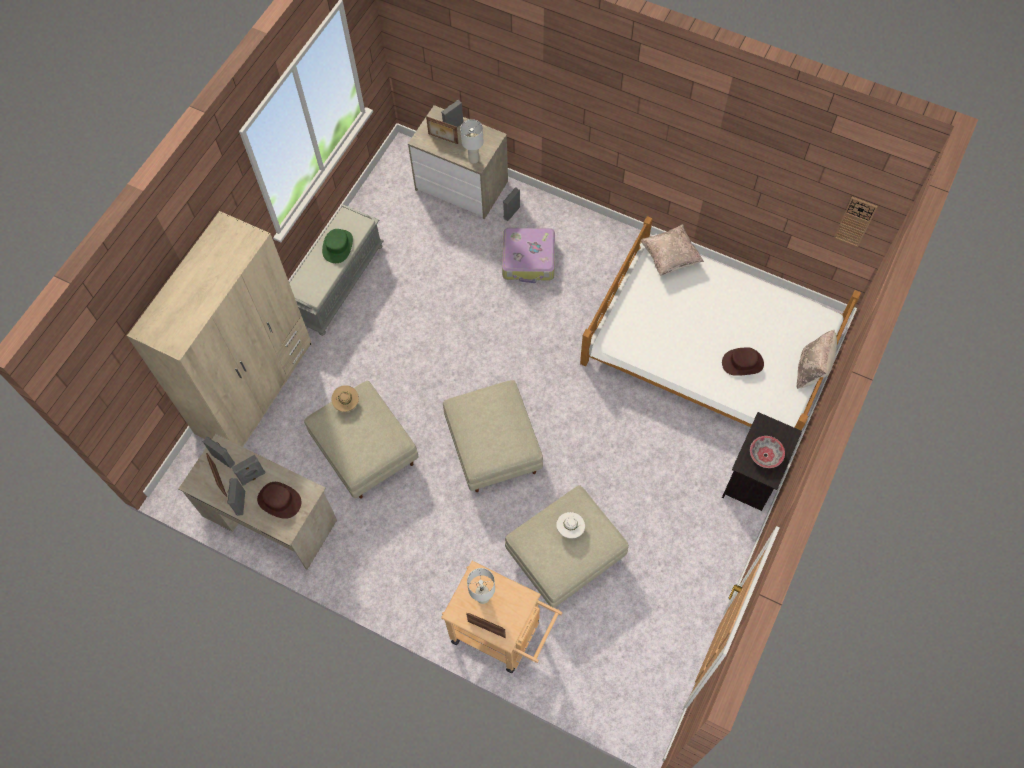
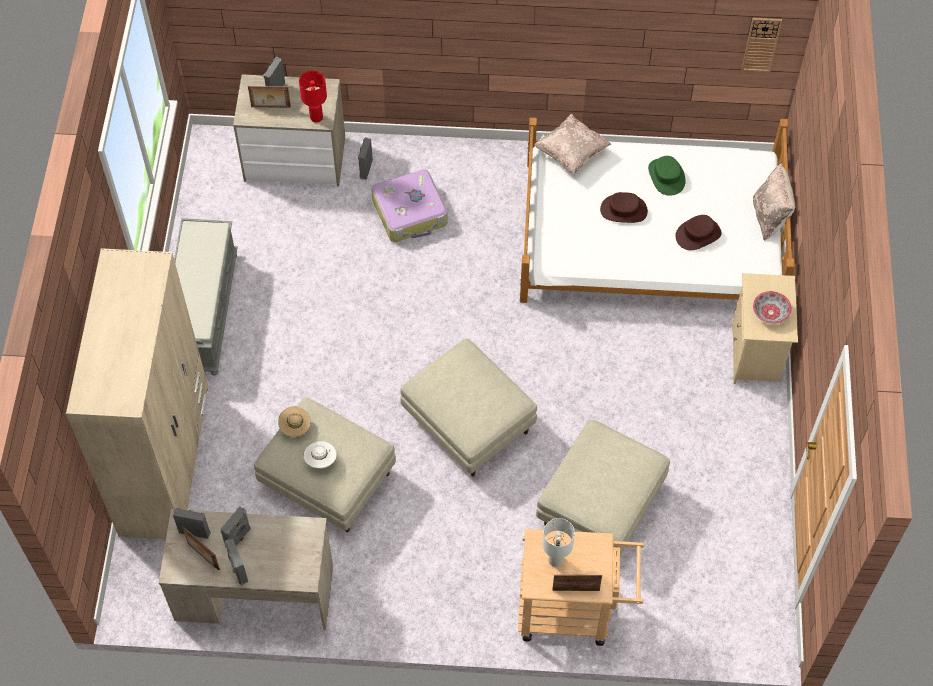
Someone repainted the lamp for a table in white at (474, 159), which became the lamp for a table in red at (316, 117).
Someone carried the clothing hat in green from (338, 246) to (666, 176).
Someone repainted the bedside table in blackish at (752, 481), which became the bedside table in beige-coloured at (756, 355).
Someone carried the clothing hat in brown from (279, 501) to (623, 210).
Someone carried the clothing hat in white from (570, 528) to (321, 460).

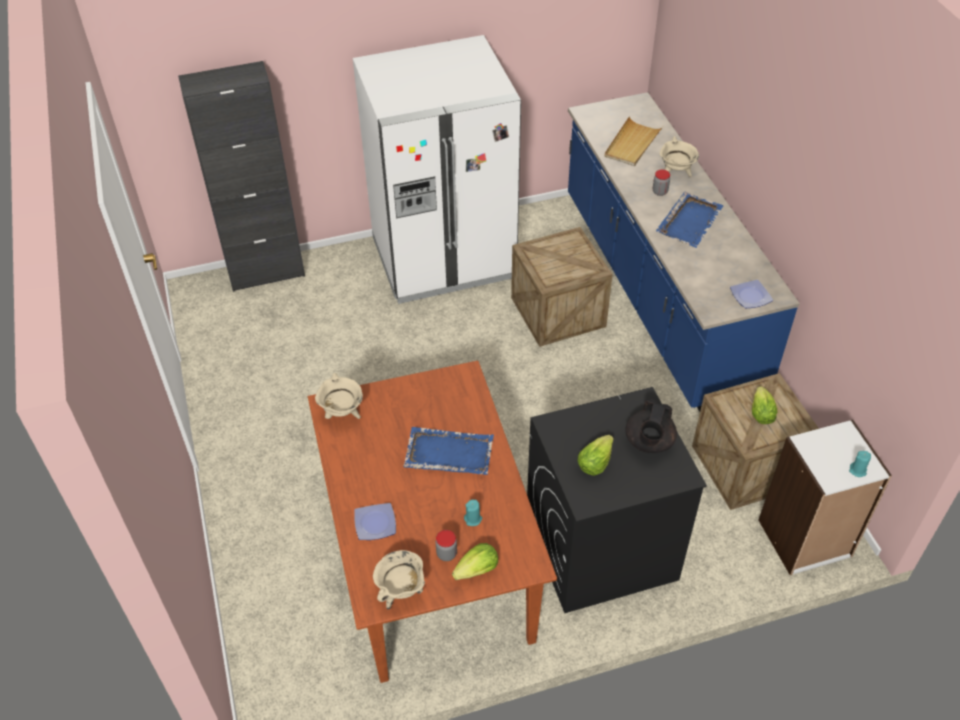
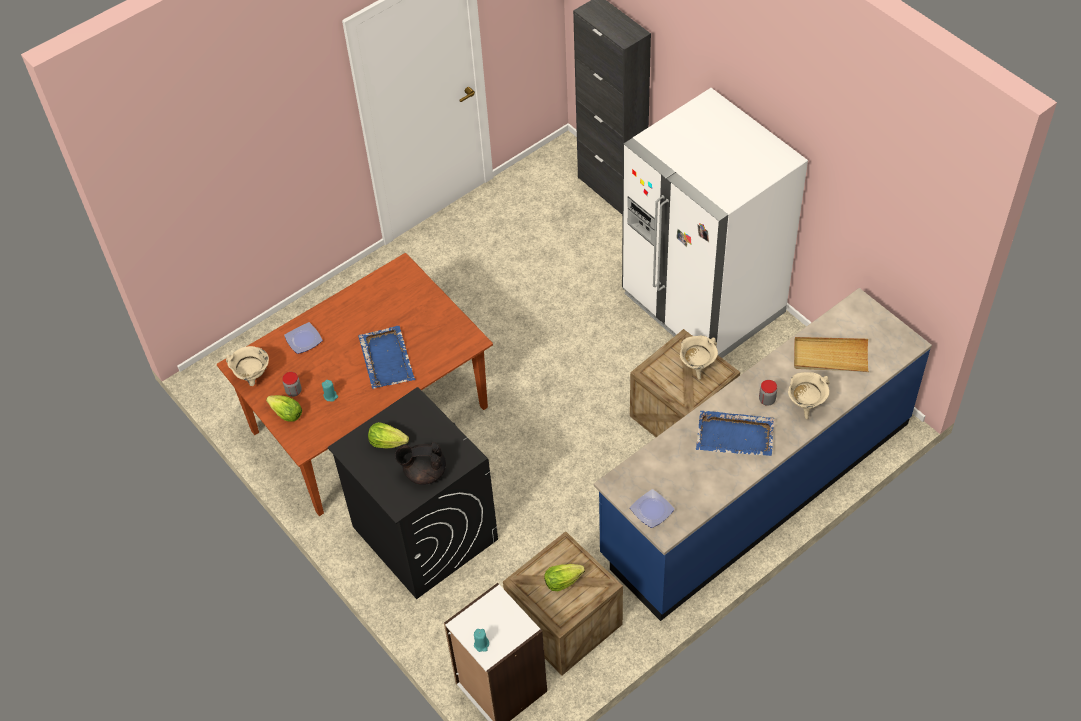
Someone carried the cooking pot in beige-coloured from (342, 413) to (697, 366).

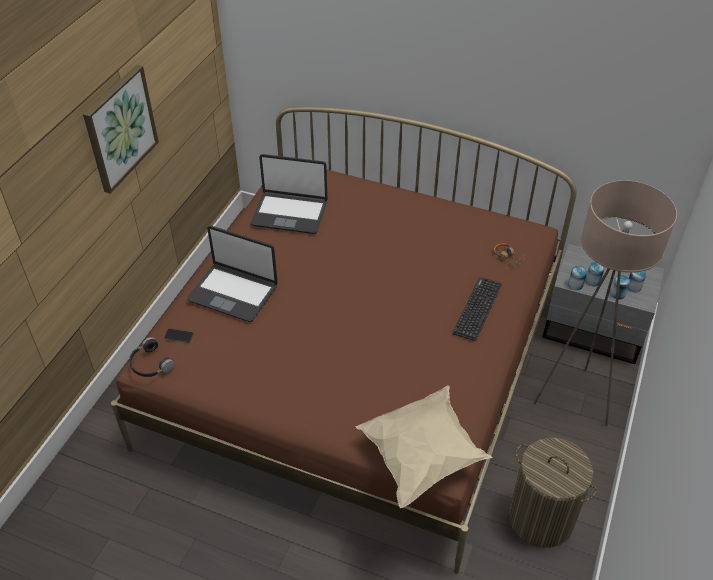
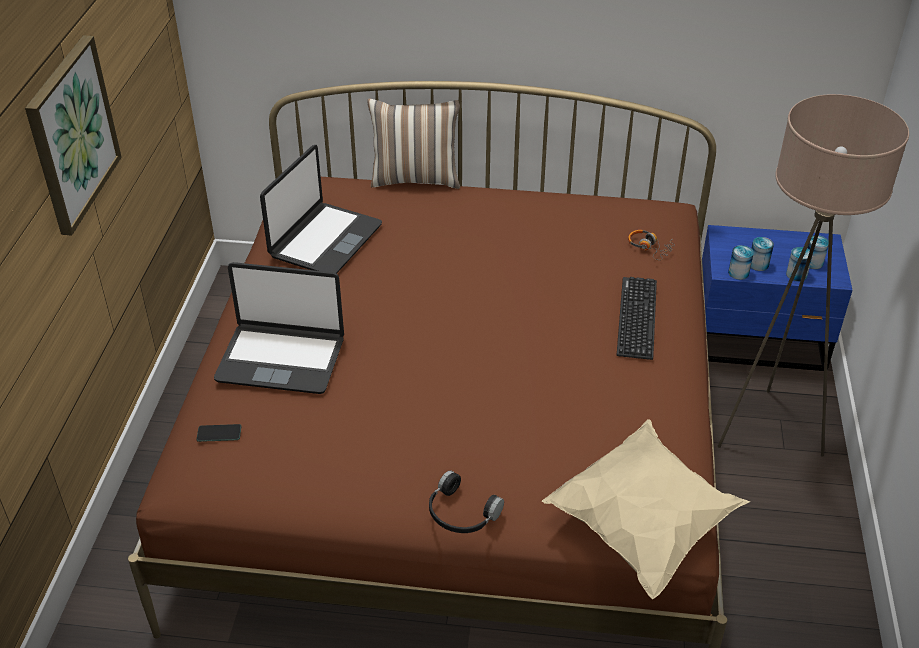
Someone rotated the notebook computer at (290, 213) by 60 degrees counterclockwise.
Someone repainted the bedside table in greyish at (594, 331), which became the bedside table in blue-coloured at (760, 340).
Someone carried the headset in blackish from (150, 364) to (460, 514).
Someone took away the laundry basket at (540, 518).
Someone put down the throw pillow at (415, 178).

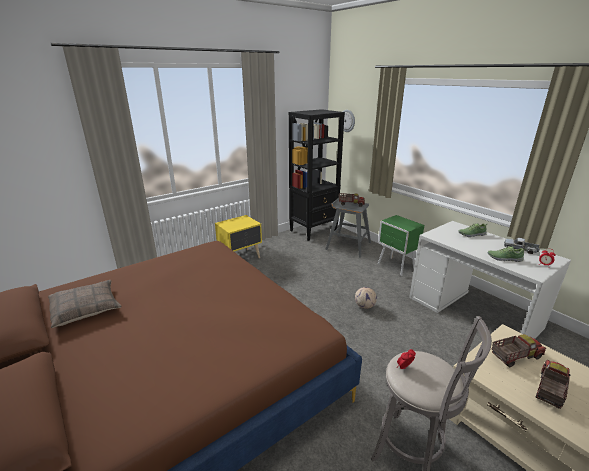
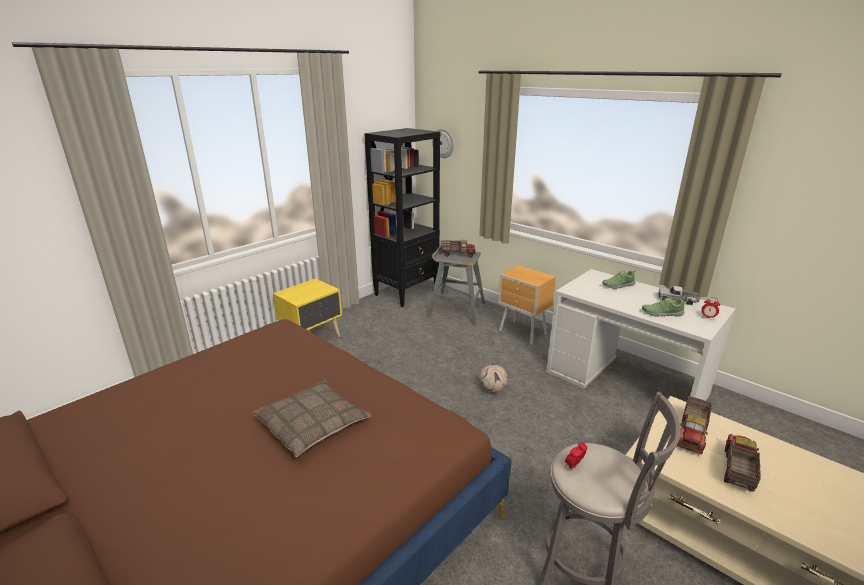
Someone repainted the bedside table in green at (396, 267), which became the bedside table in brown at (523, 333).
Someone carried the throw pillow from (86, 308) to (313, 424).
Someone rotated the model truck at (514, 356) by 150 degrees clockwise.

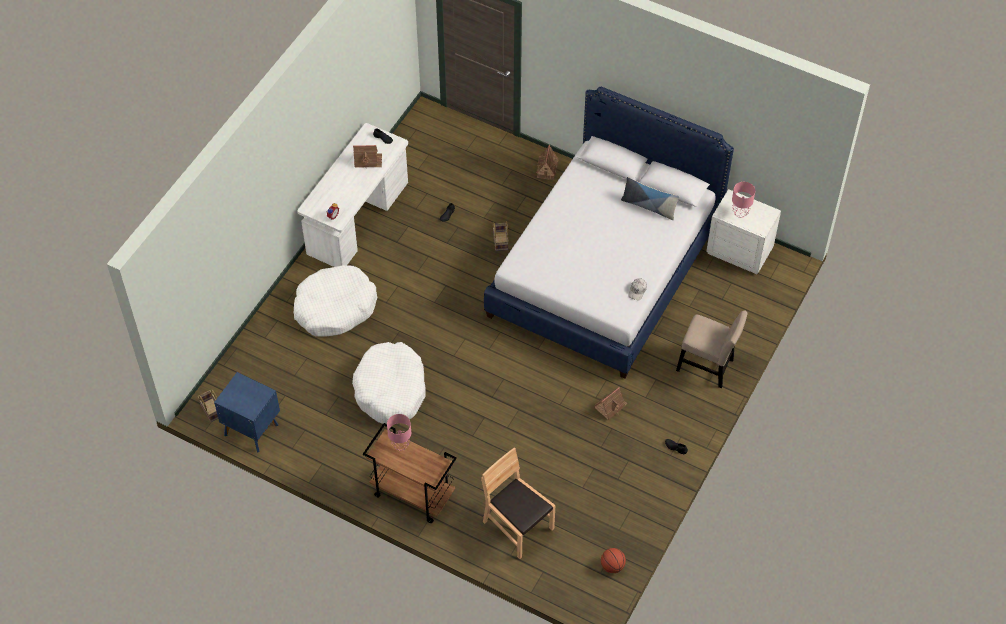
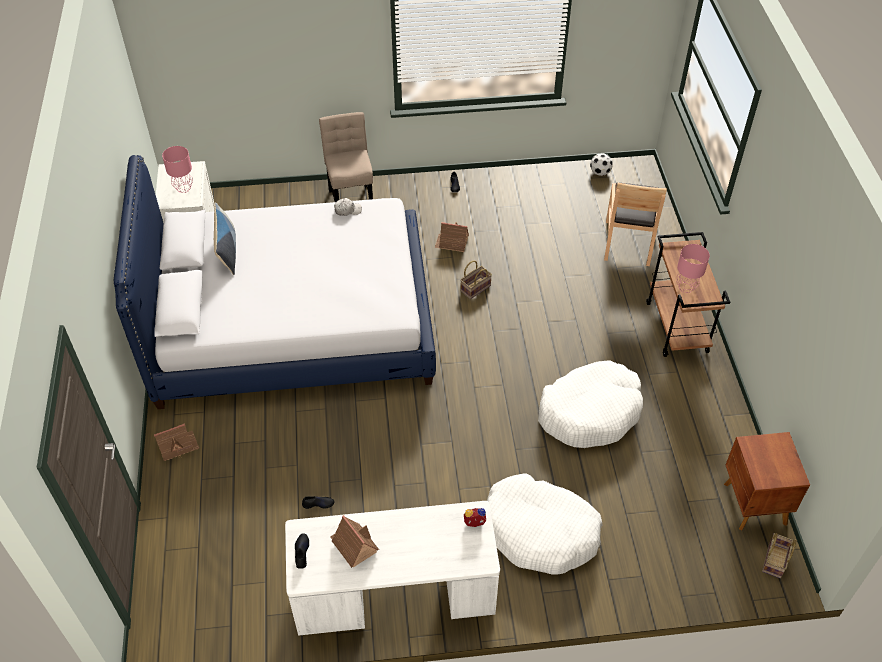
Someone carried the basket from (501, 241) to (475, 287).
Someone repainted the bedside table in blue-coloured at (251, 429), which became the bedside table in brown at (754, 504).
Someone swapped the basketball ball at (612, 566) for the ball for football at (600, 172).

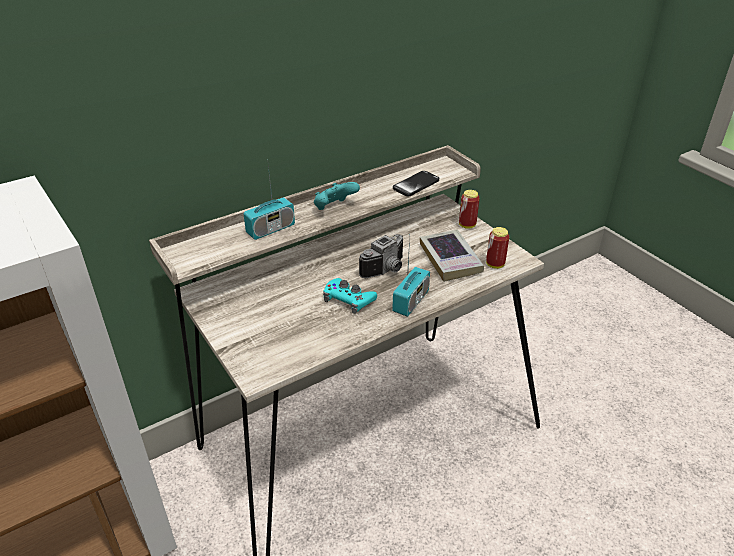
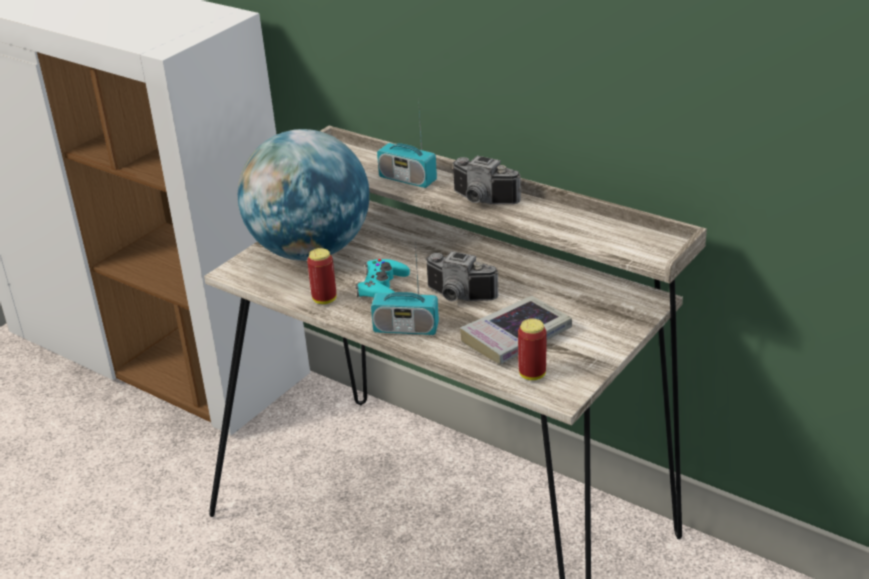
Someone took away the handset at (416, 184).
Someone swapped the gamepad in turquoise-coloured at (334, 208) for the photo camera at (481, 201).
Someone carried the metal can from (467, 225) to (324, 299).
Someone put down the desk globe at (310, 251).

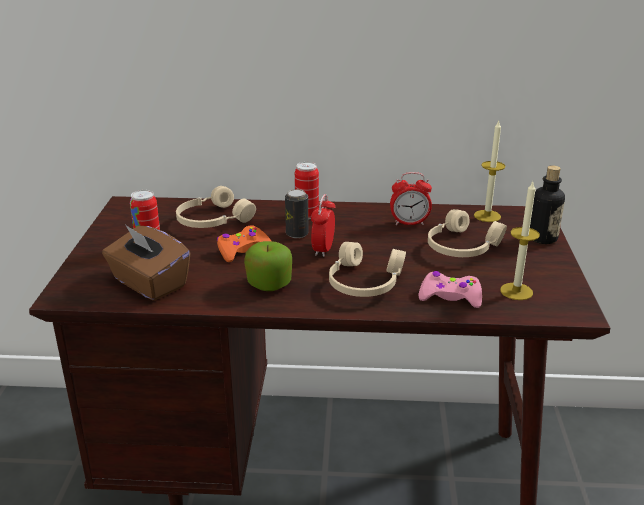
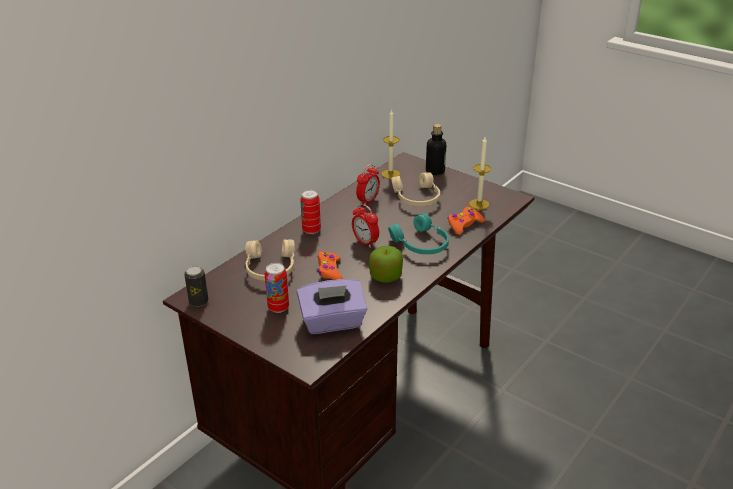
Someone carried the metal can from (297, 234) to (198, 301).
Someone repainted the tissue box in brown at (149, 283), which became the tissue box in purple at (332, 322).
Someone repainted the headset in beige-coloured at (363, 283), which became the headset in turquoise-coloured at (420, 244).
Someone repainted the gamepad in pinkish at (450, 297), which became the gamepad in orange-coloured at (464, 225).

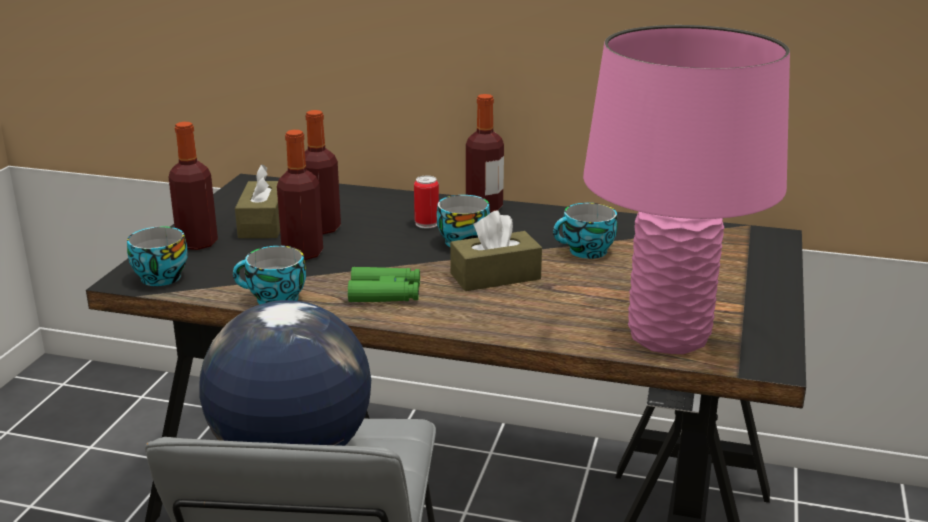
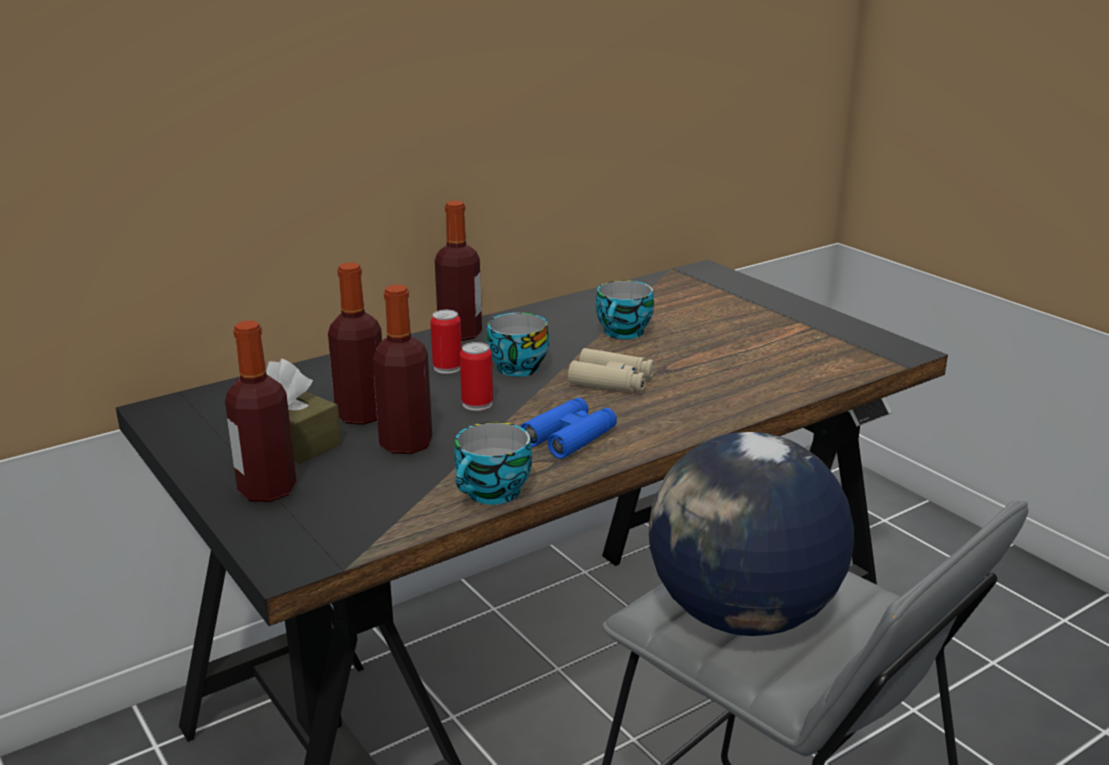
Someone took away the lamp for a table in pinkish at (668, 336).
Someone swapped the tissue box in brown at (495, 276) for the binoculars in beige-coloured at (612, 381).
Someone took away the small cup at (158, 277).
Someone repainted the binoculars in green at (385, 294), which became the binoculars in blue-coloured at (569, 437).
Someone put down the metal can at (477, 404).

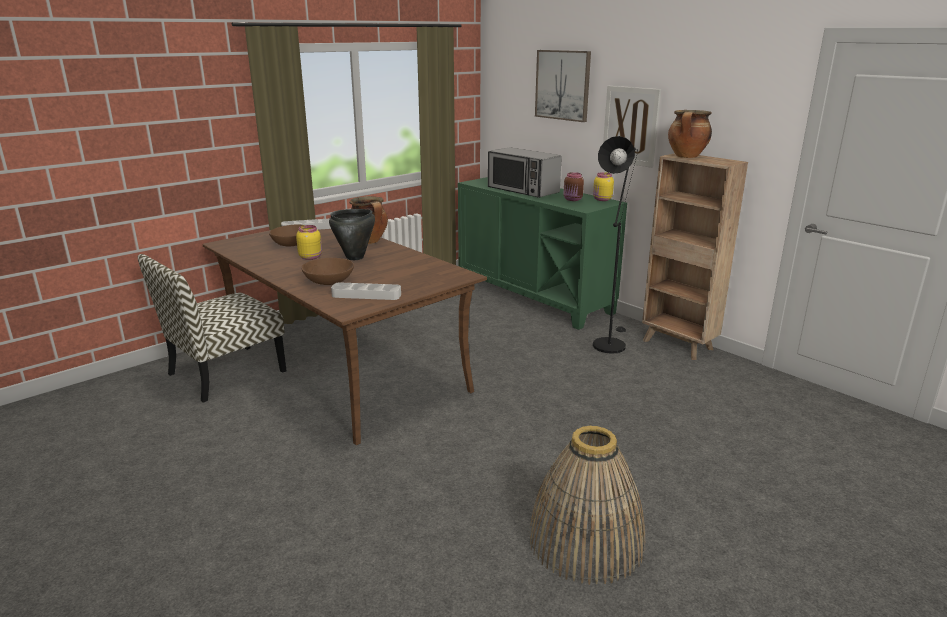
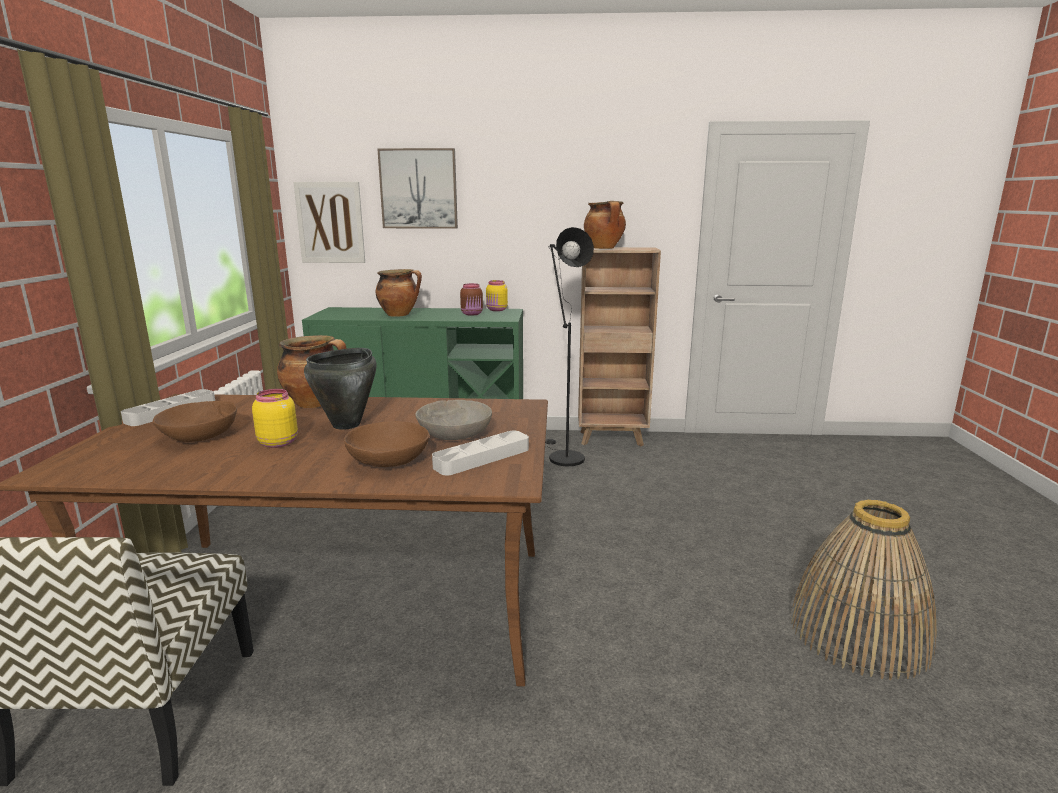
Someone carried the wall art from (630, 126) to (330, 223).
Someone swapped the microwave at (522, 190) for the cooking pot at (399, 315).
Someone put down the deep dish in greyish at (454, 434).

